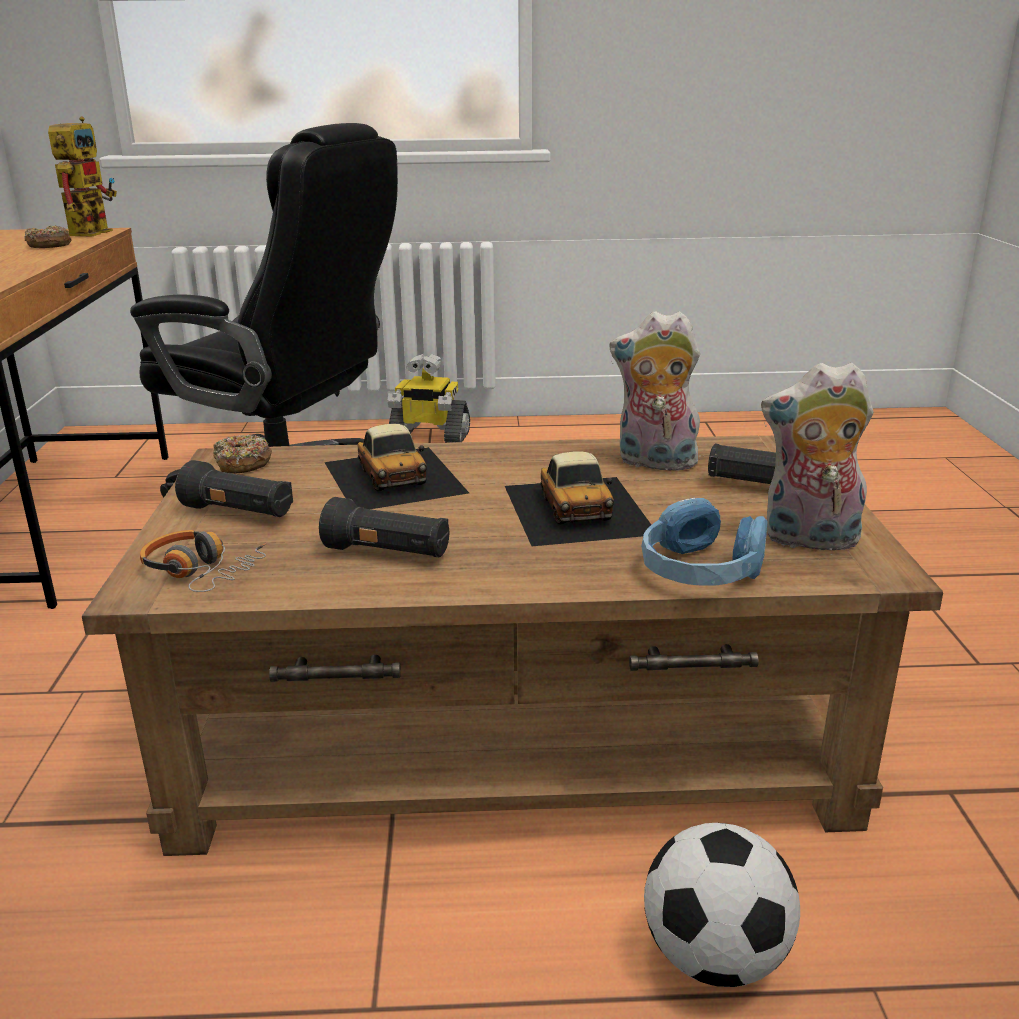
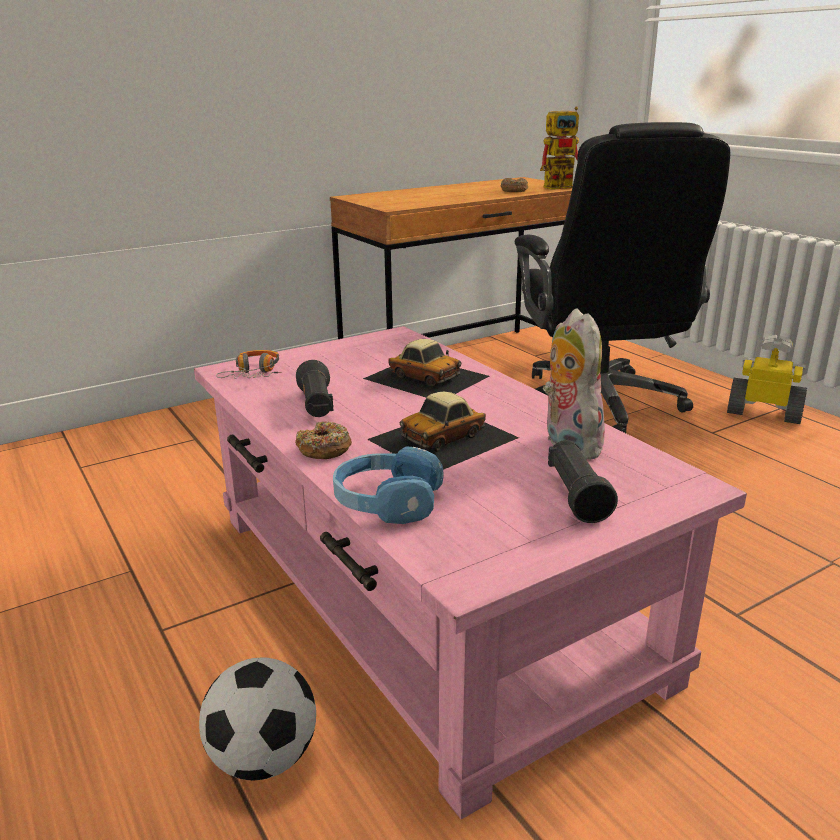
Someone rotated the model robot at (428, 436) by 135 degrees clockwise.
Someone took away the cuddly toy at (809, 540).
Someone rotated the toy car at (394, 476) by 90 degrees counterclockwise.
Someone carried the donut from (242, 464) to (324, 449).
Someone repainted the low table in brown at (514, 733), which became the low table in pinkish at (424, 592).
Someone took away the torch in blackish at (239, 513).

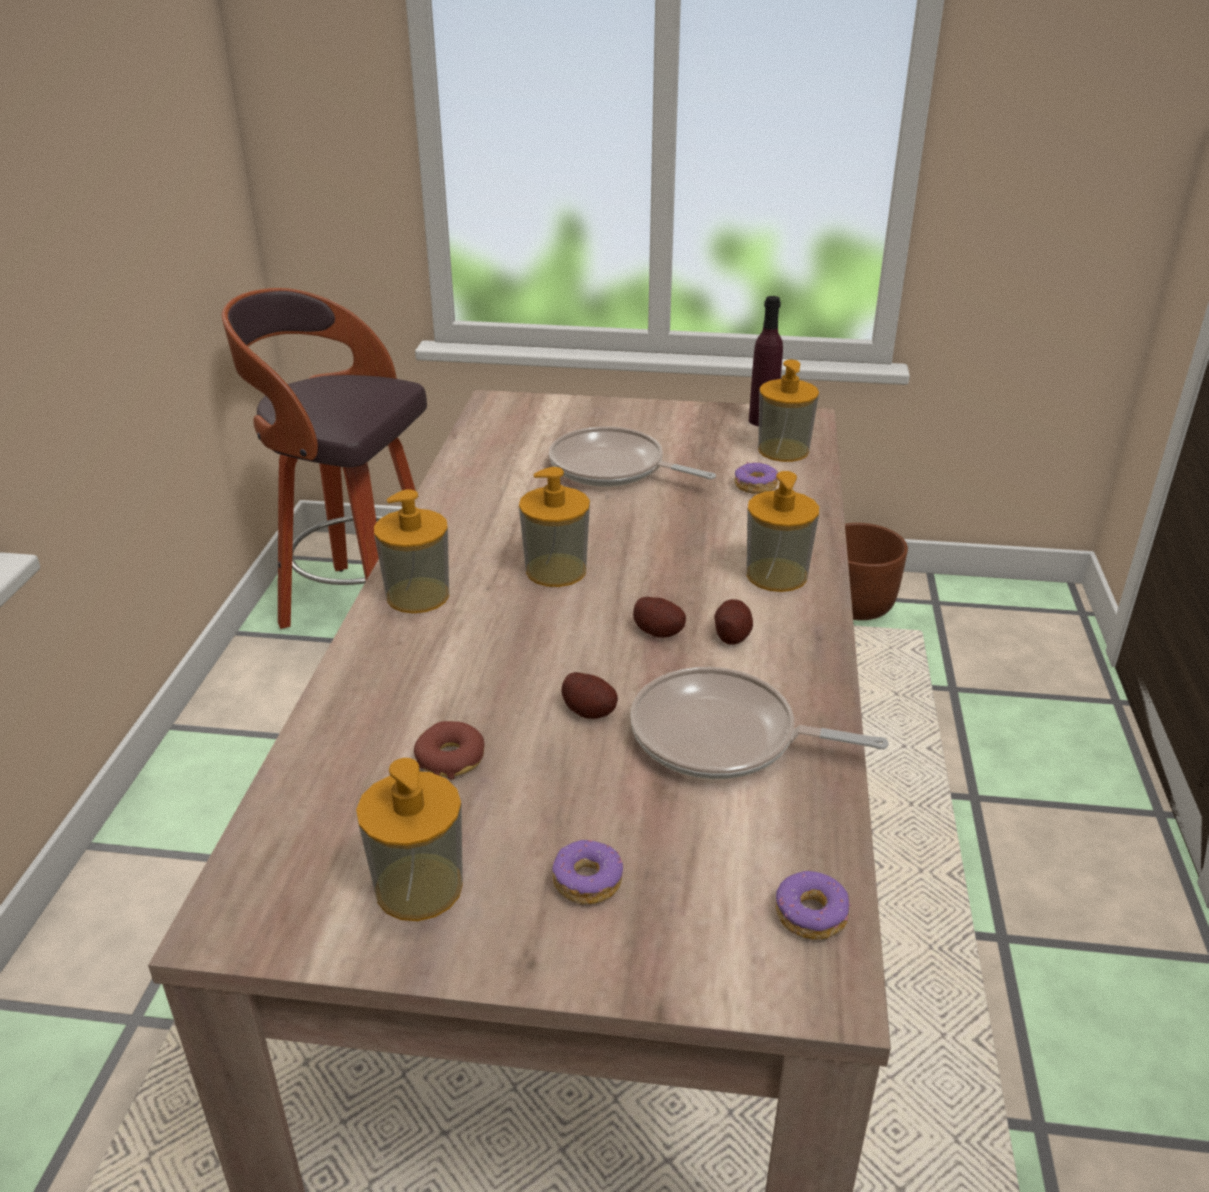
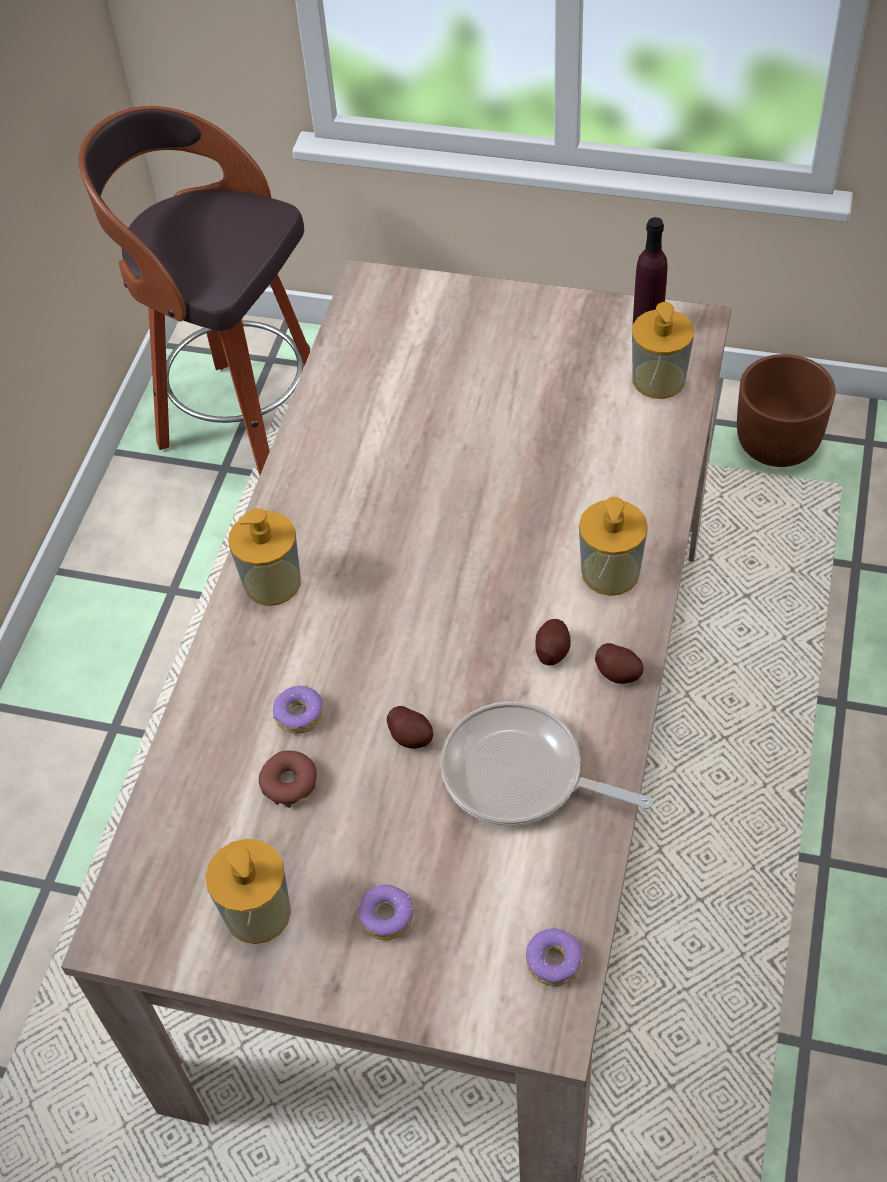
Someone took away the skillet at (613, 468).
Someone carried the donut from (755, 486) to (299, 715).
Someone took away the liquid soap bottle at (556, 570).
Someone carried the spud from (659, 631) to (618, 673).

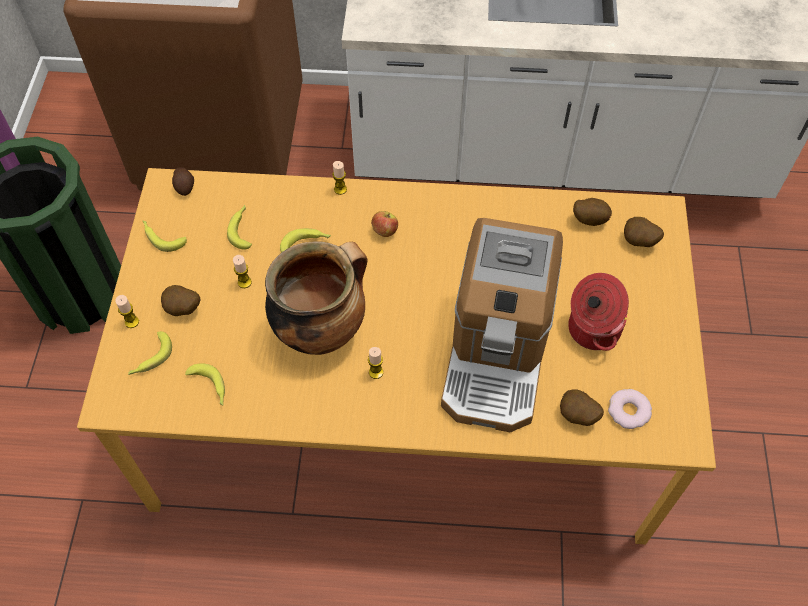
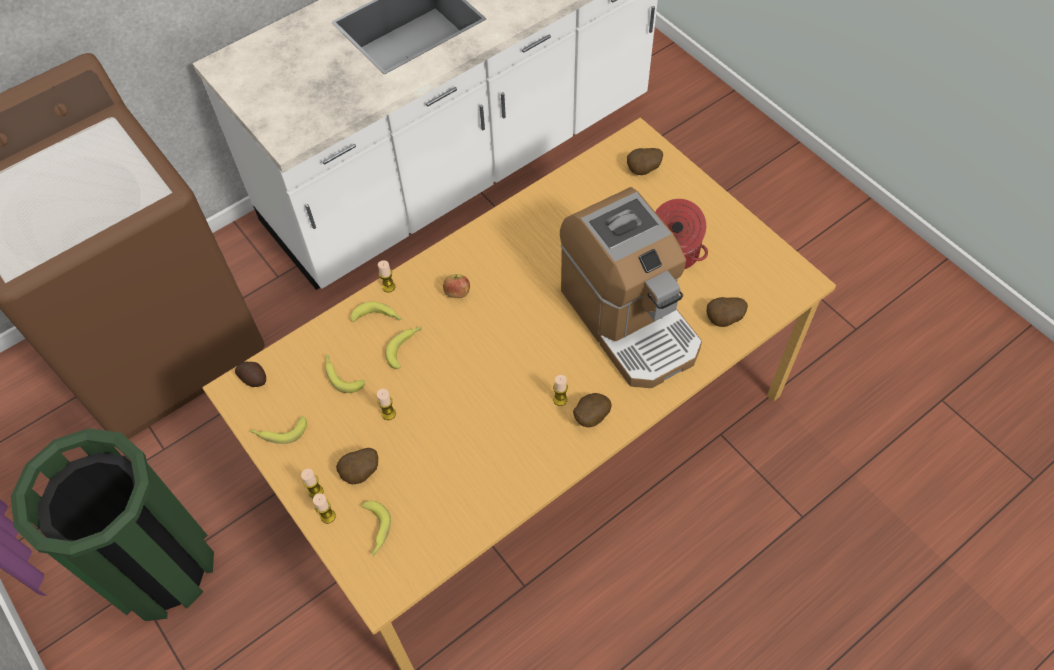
Someone carried the spud from (589, 219) to (590, 417).
Someone took away the cooking pot at (321, 329).
Someone carried the banana fruit from (210, 387) to (378, 318).
Someone took away the donut at (628, 411).
Someone put down the candle at (316, 492).

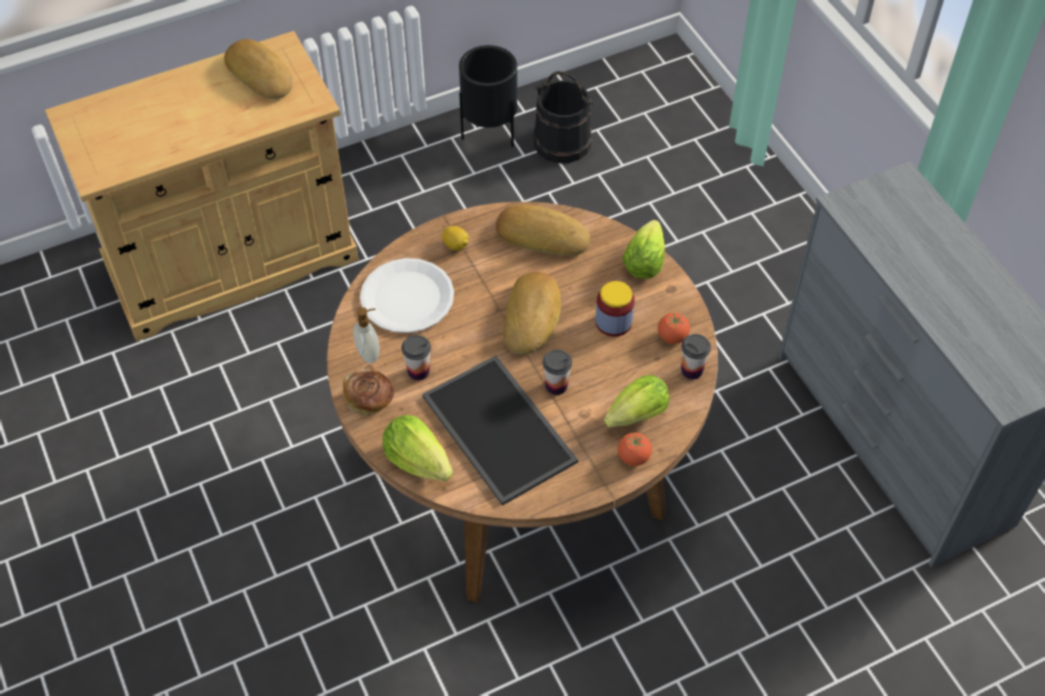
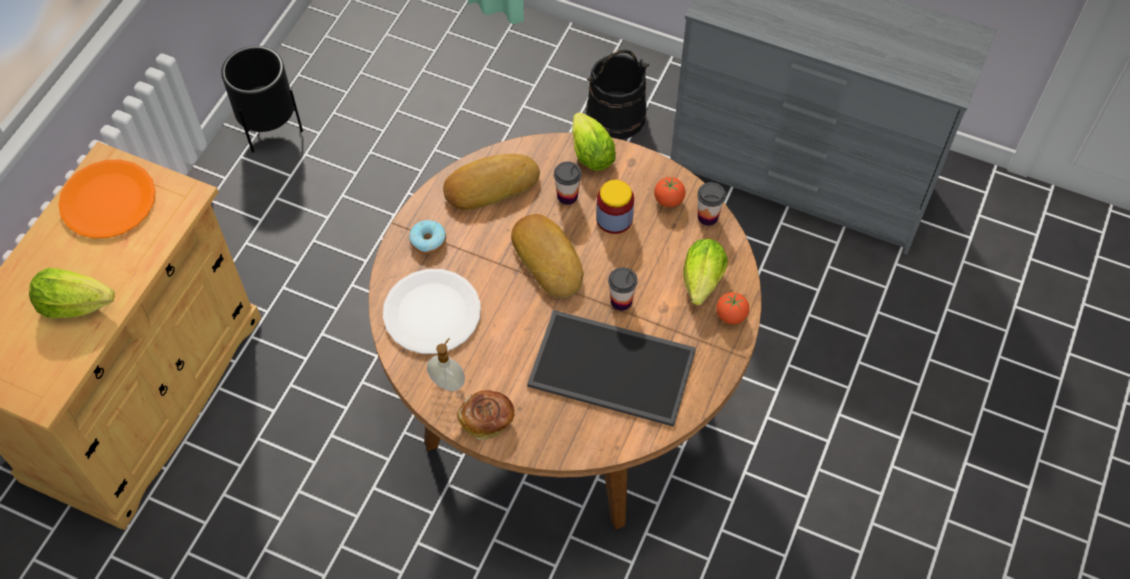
Someone swapped the bakery bread at (261, 74) for the dinner plate in orange-coloured at (108, 200).
Someone carried the water bucket in blackish from (562, 142) to (615, 115).
Someone swapped the lemon at (456, 245) for the donut at (428, 241).
Someone carried the small cup from (418, 371) to (567, 196).
Someone carried the head of lettuce from (417, 460) to (75, 304).

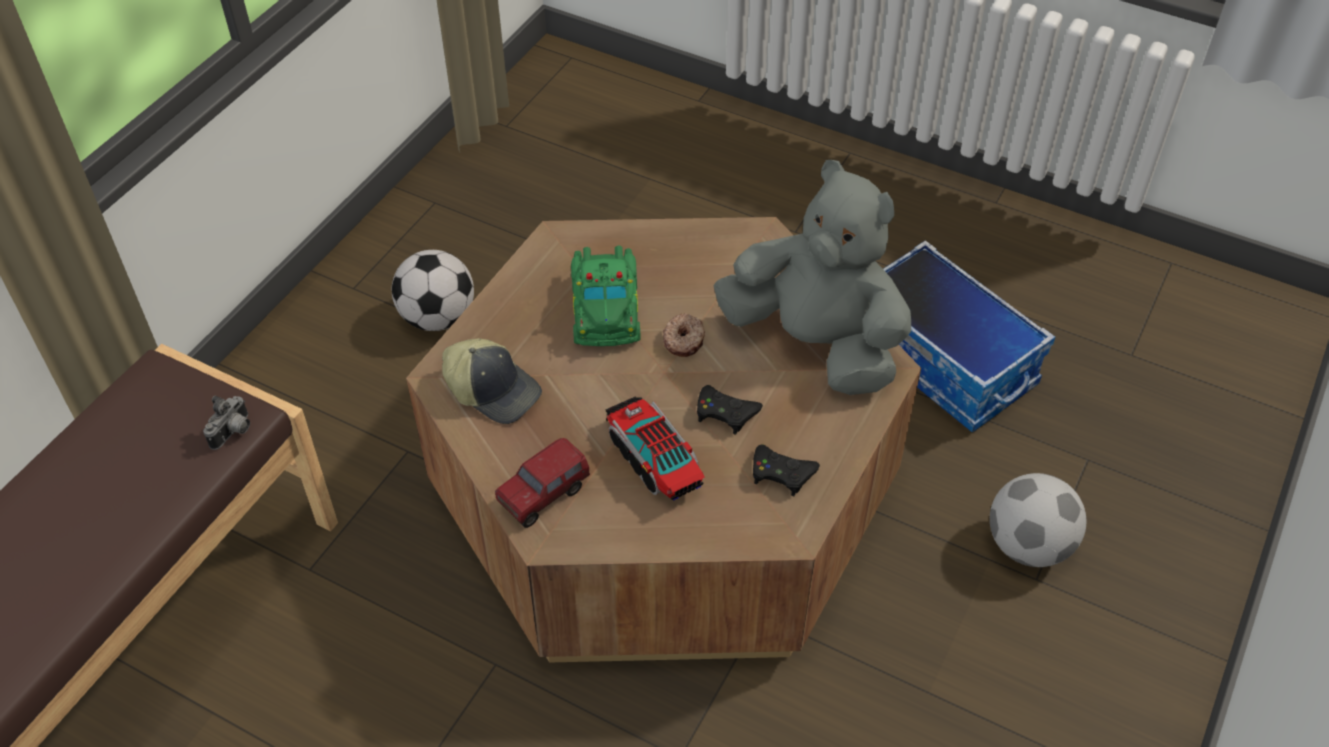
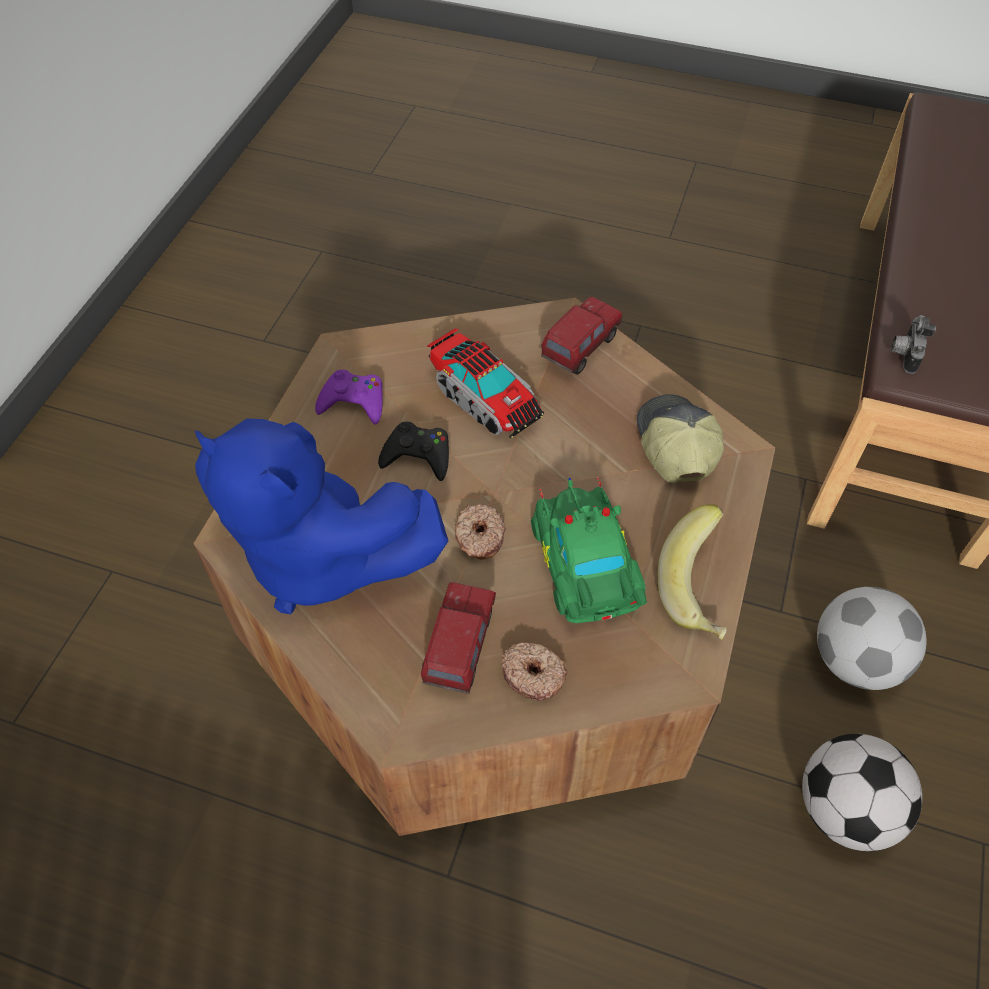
Someone repainted the cuddly toy in greyish at (816, 344), which became the cuddly toy in blue-coloured at (319, 556).
Someone took away the storage bin at (944, 360).
Someone rotated the baseball cap at (493, 390) by 60 degrees clockwise.
Someone repainted the gamepad in blackish at (781, 473), which became the gamepad in purple at (354, 402).
Someone carried the ball for football from (1028, 545) to (855, 660).
Someone put down the banana fruit at (700, 590).
Someone put down the model truck at (460, 649).
Someone put down the donut at (533, 674).

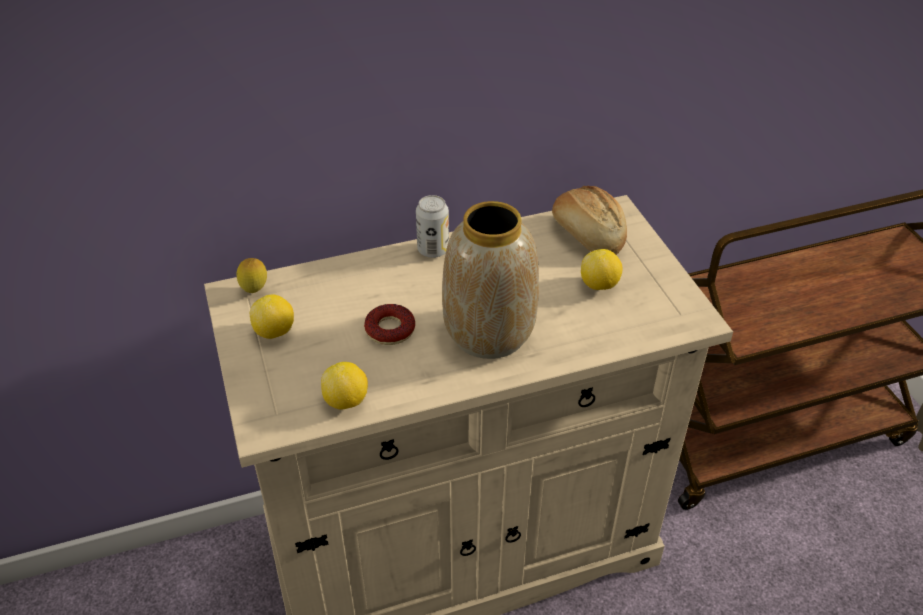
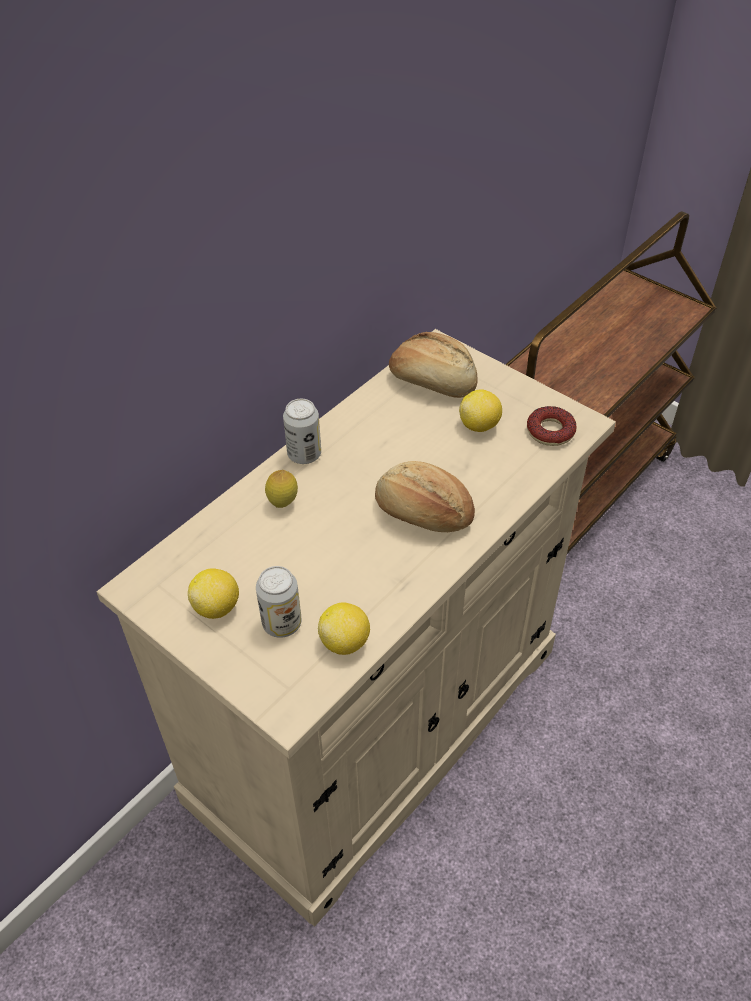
Someone swapped the decorative vase at (490, 333) for the bakery bread at (422, 514).
Someone carried the lemon from (255, 291) to (283, 504).
Someone carried the donut from (390, 329) to (550, 431).
Someone put down the metal can at (282, 623).

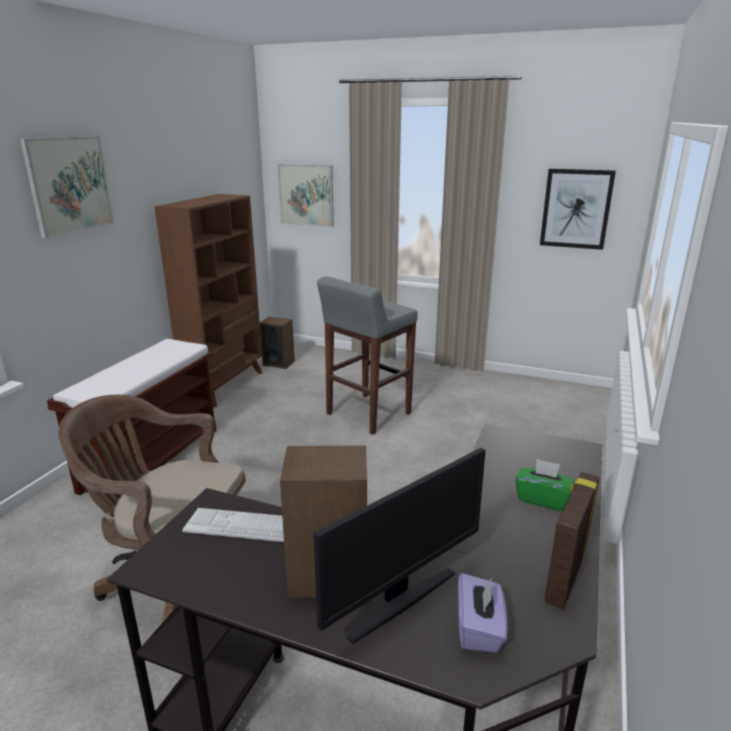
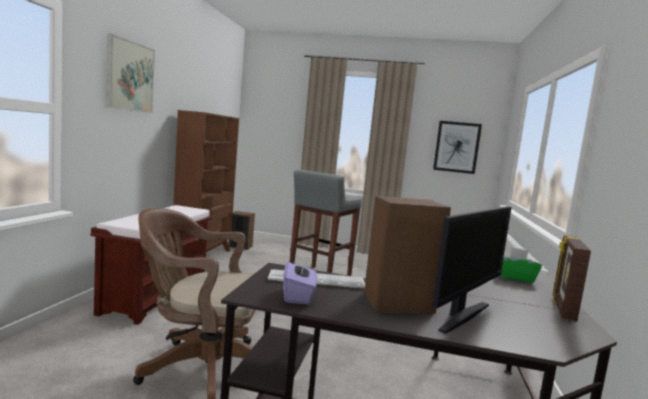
Someone took away the wall art at (306, 195).
Someone carried the tissue box in purple from (479, 629) to (298, 296).

